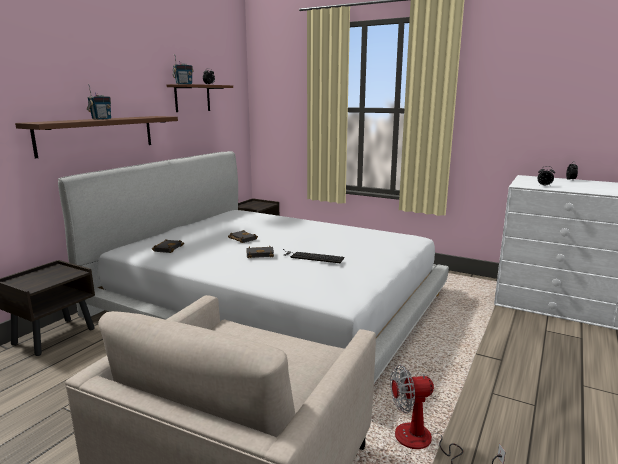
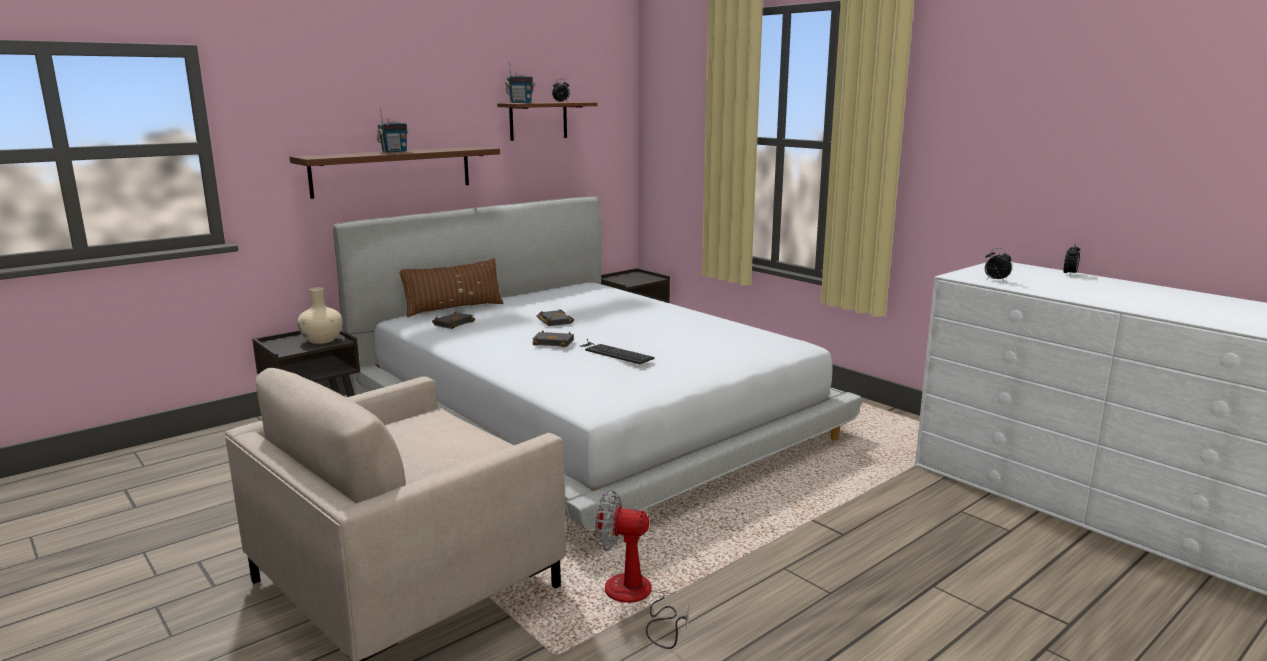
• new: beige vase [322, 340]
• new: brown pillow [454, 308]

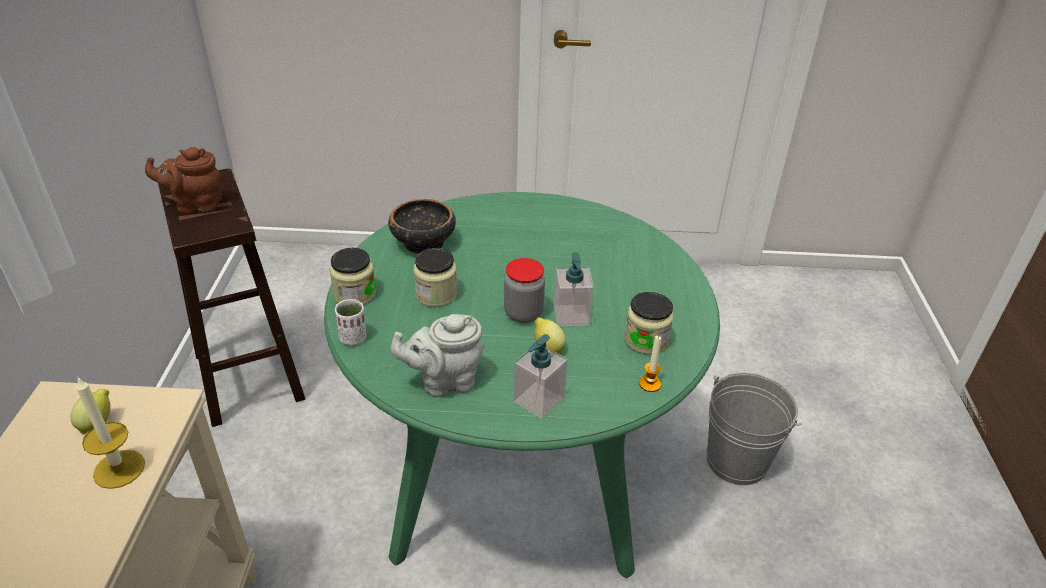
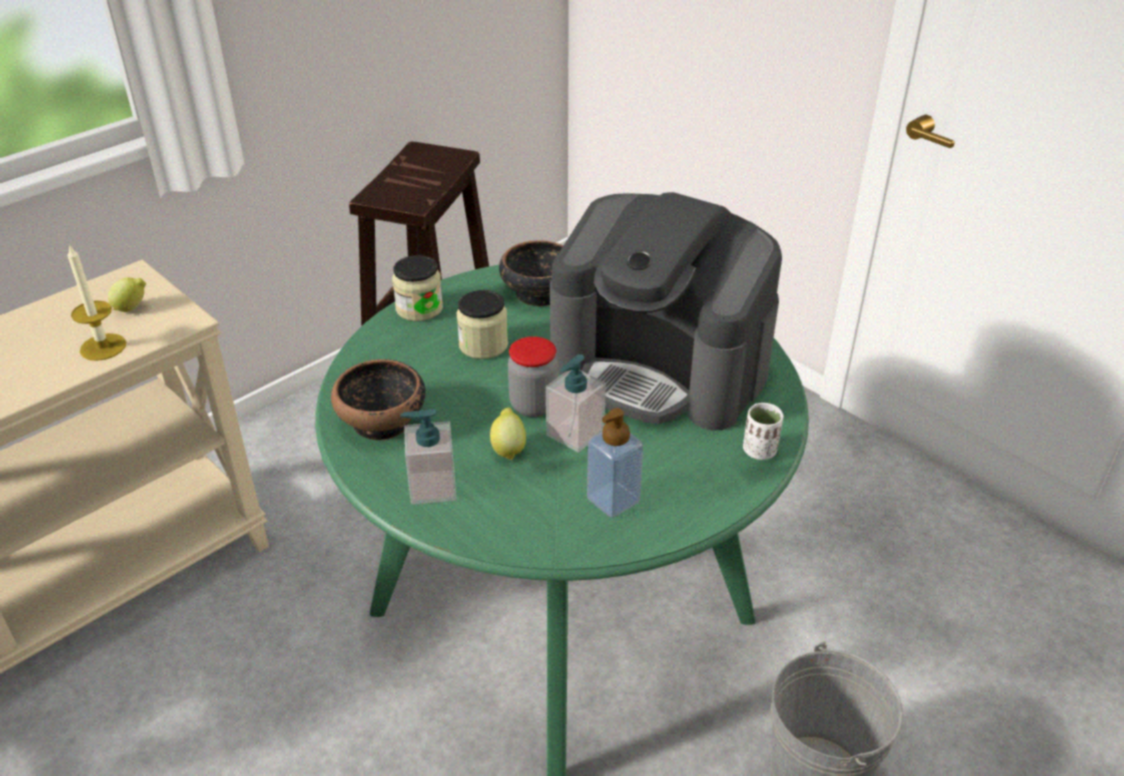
• gone: brown teapot [196, 205]
• gone: candle [650, 384]
• new: coffee machine [661, 367]
• shifted: white cup [353, 338] to [759, 451]
• swapped: grey teapot [444, 381] to bowl [383, 422]
• swapped: jar [646, 340] to soap dispenser [613, 500]

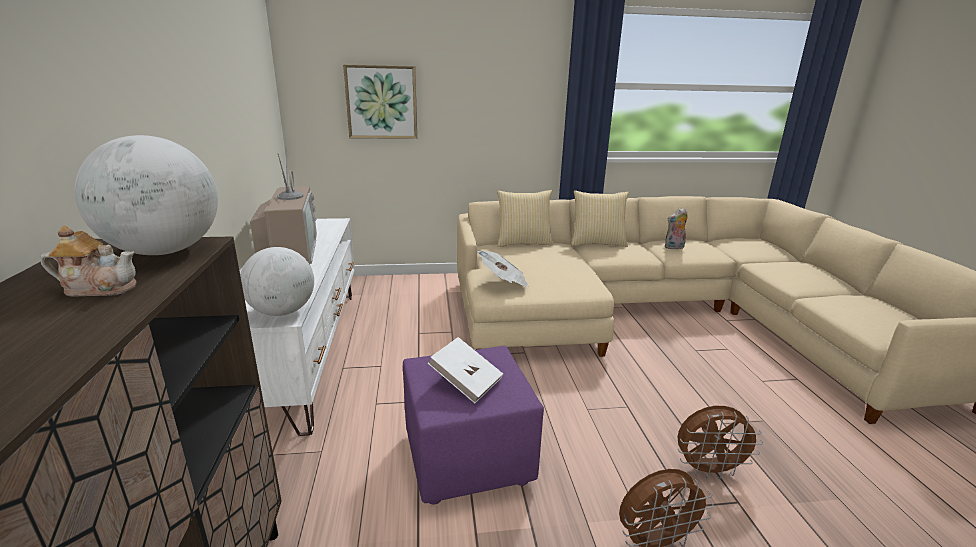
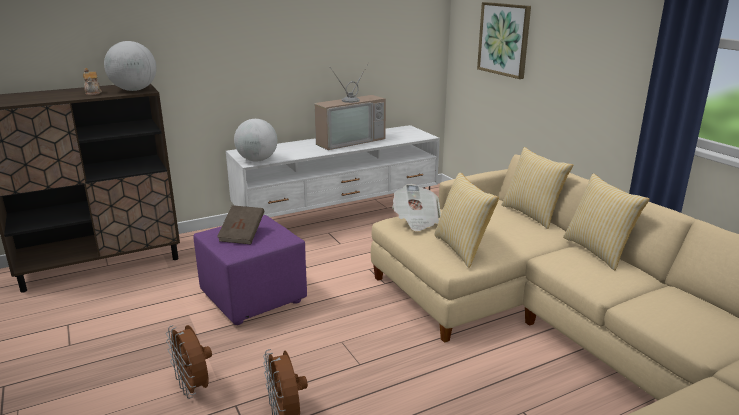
• gone: plush toy [674, 247]
• new: pillow [462, 249]
• repainted: white book [466, 382] to brown book [242, 235]

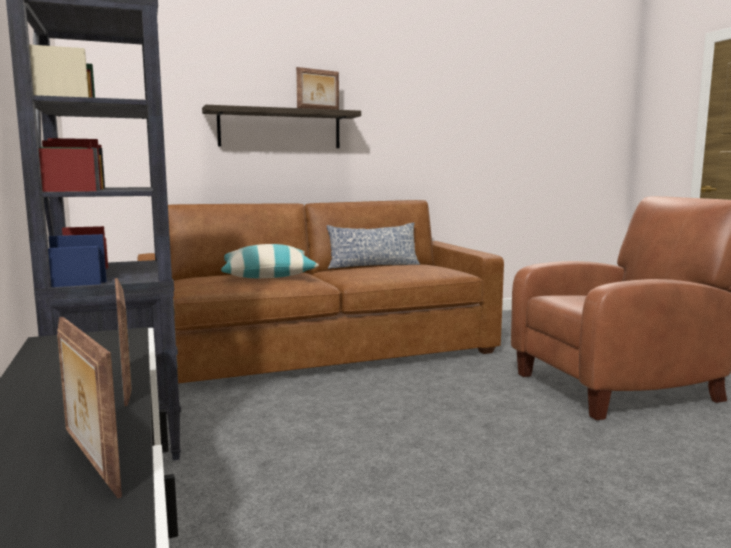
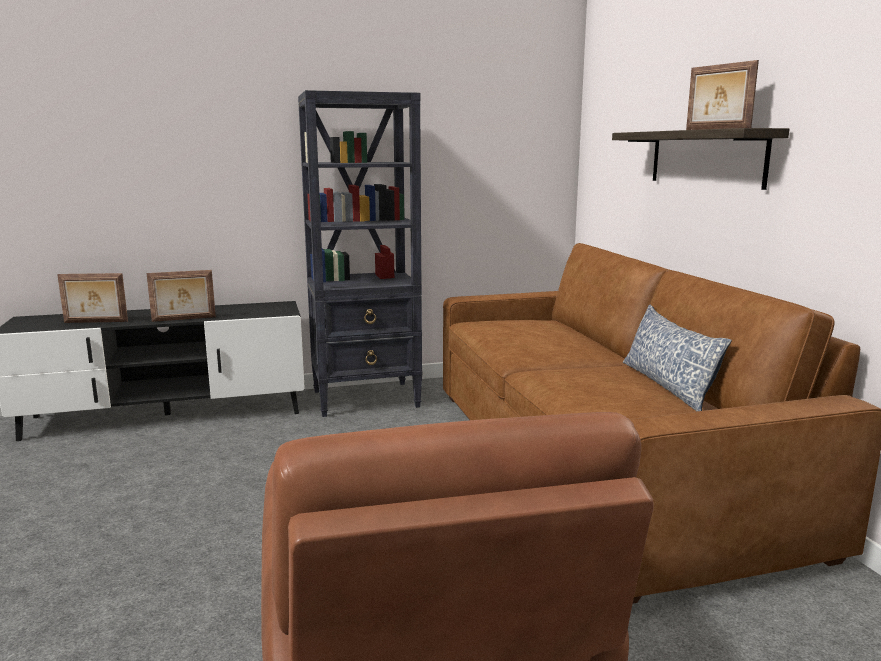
• gone: pillow [267, 275]
• rotated: picture frame [89, 463] = [95, 322] 150 degrees counterclockwise

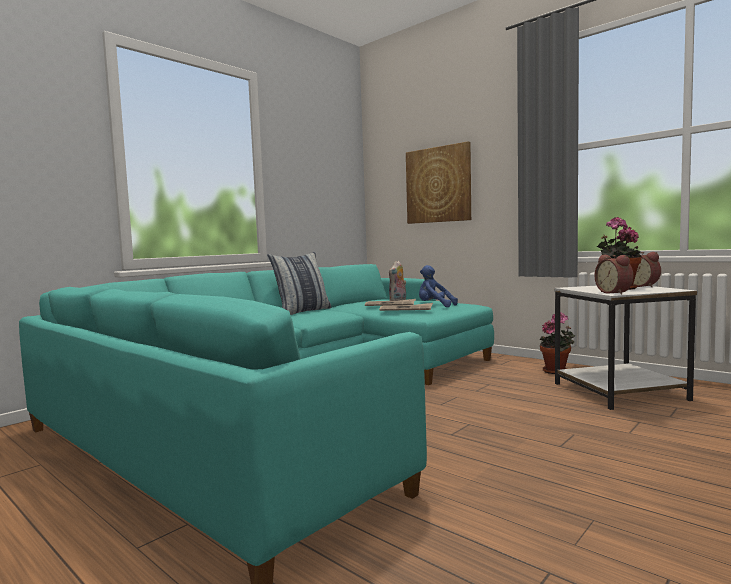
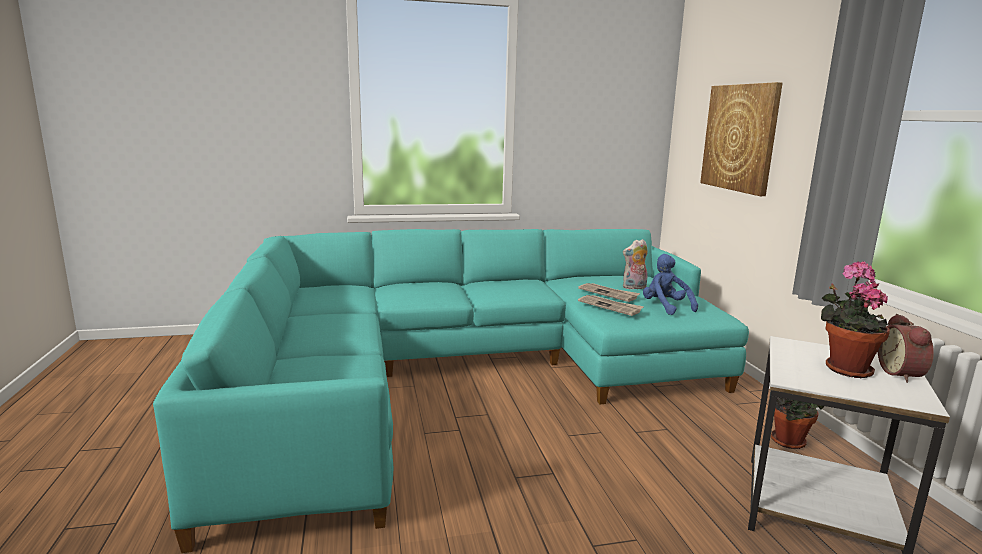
• gone: pillow [302, 311]
• gone: alarm clock [615, 293]

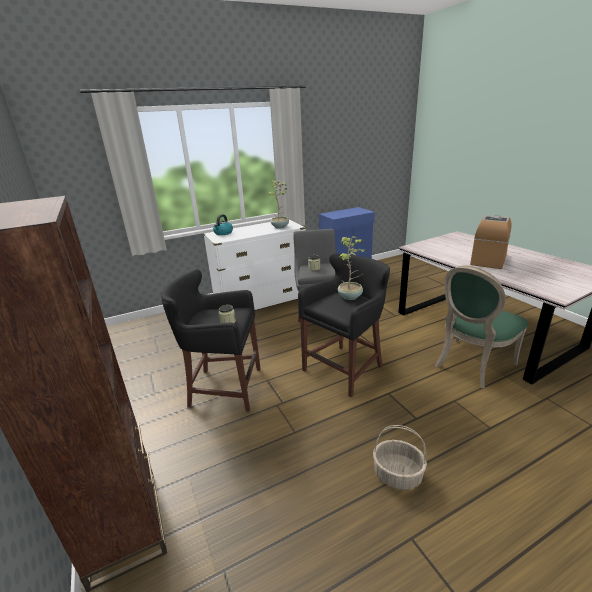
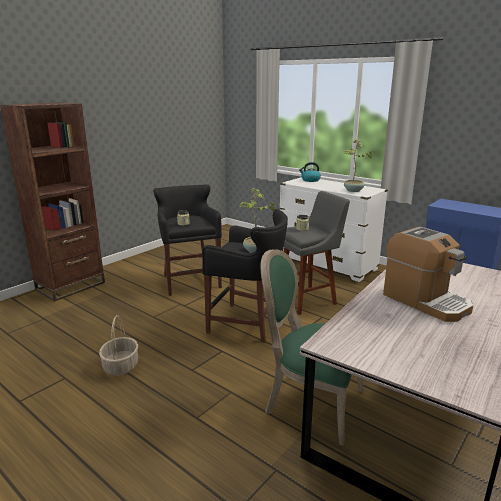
• rotated: coffee machine [488, 259] = [425, 301] 45 degrees clockwise

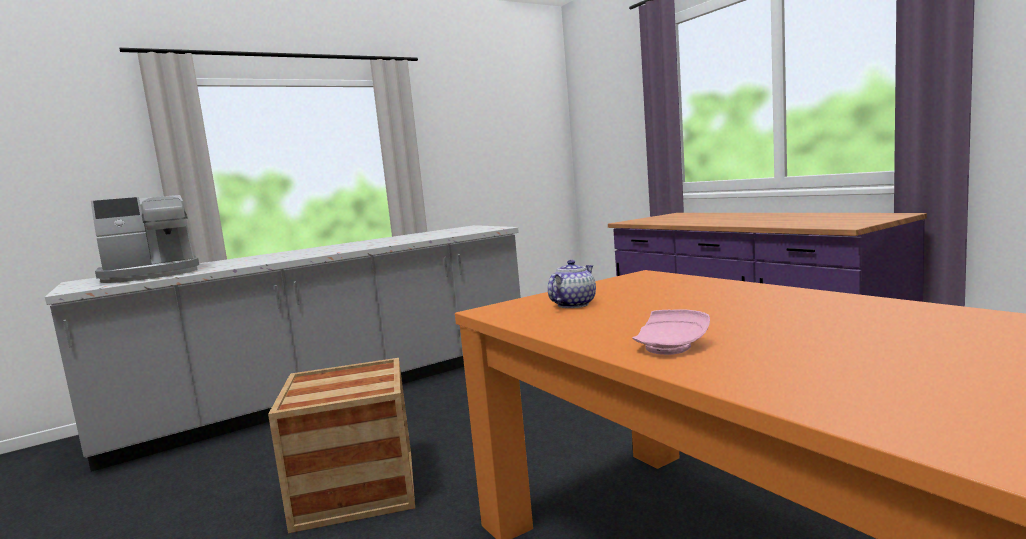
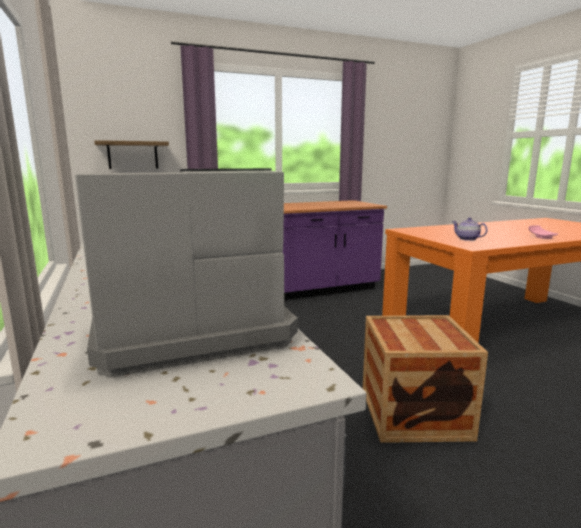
• new: shelf [133, 155]
• rotated: coffee machine [152, 274] = [188, 331] 90 degrees counterclockwise

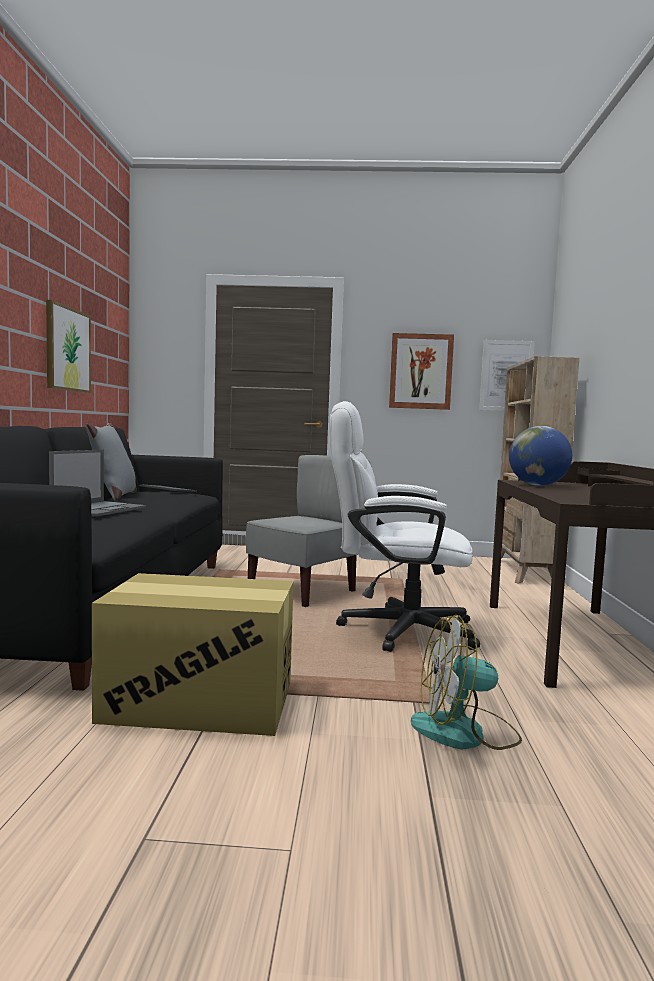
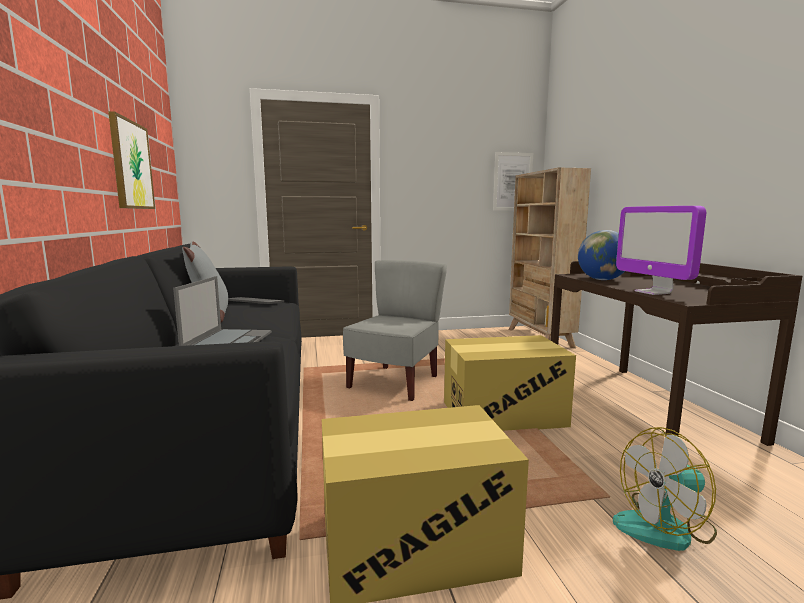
• gone: picture [420, 371]
• new: monitor [653, 292]
• swapped: white office chair [394, 629] to cardboard box [503, 414]

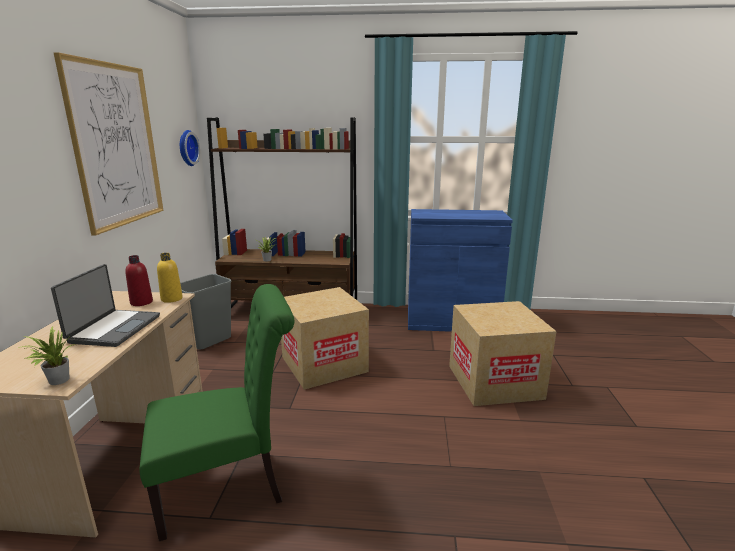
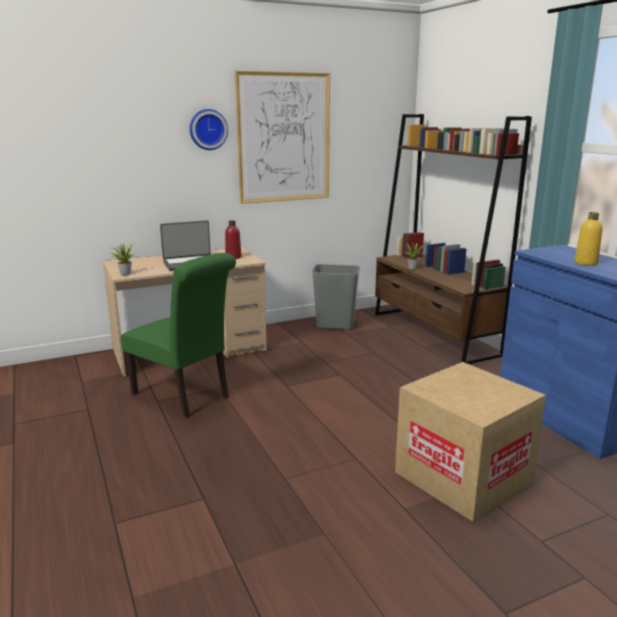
• gone: cardboard box [324, 364]
• shifted: yellow bottle [171, 299] to [586, 263]
• shifted: wall clock [186, 148] to [208, 129]

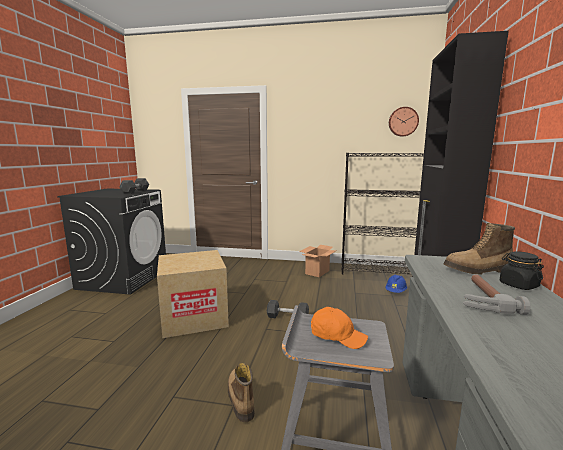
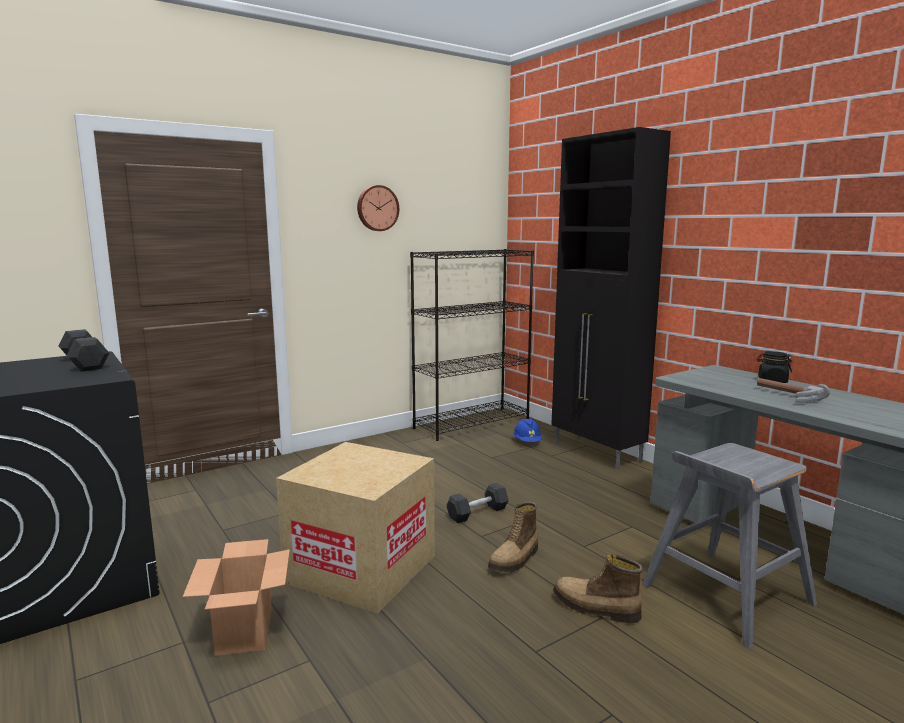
• gone: orange cap [337, 336]
• shifted: cardboard box [317, 272] to [245, 632]
• shifted: wall clock [403, 121] to [377, 208]
• shifted: boot [478, 270] to [515, 560]

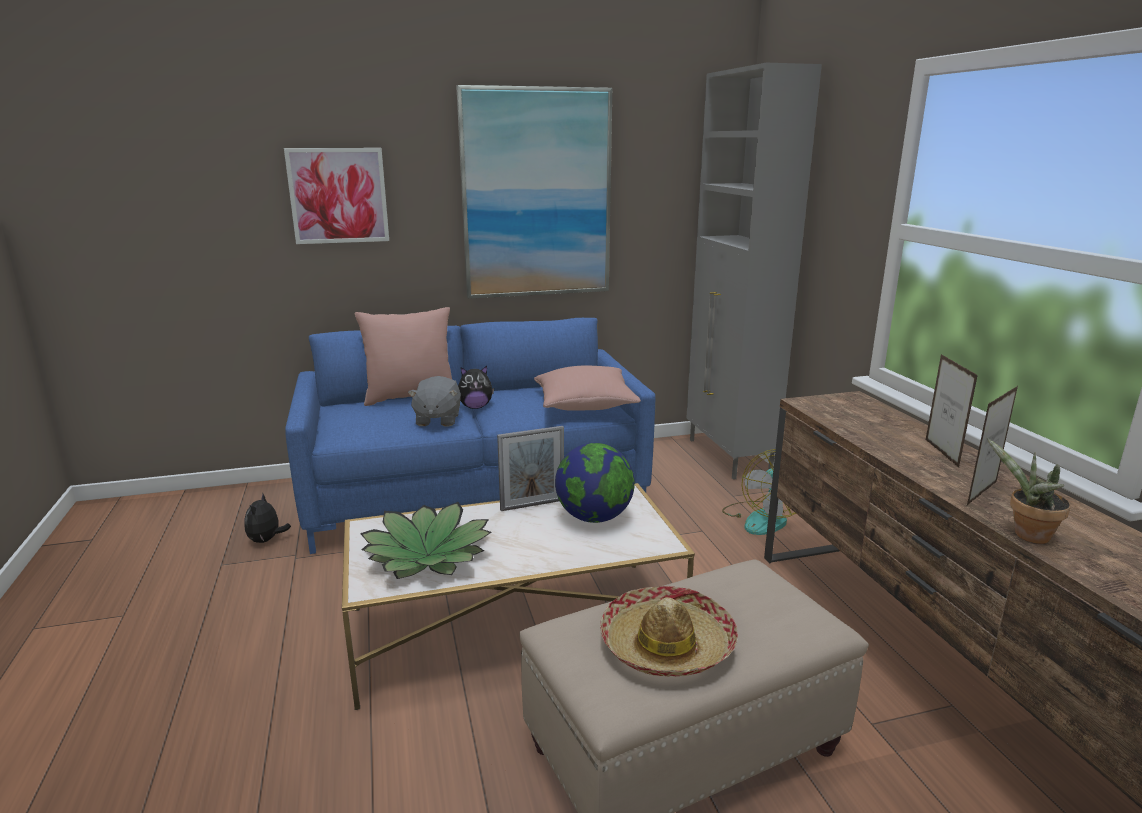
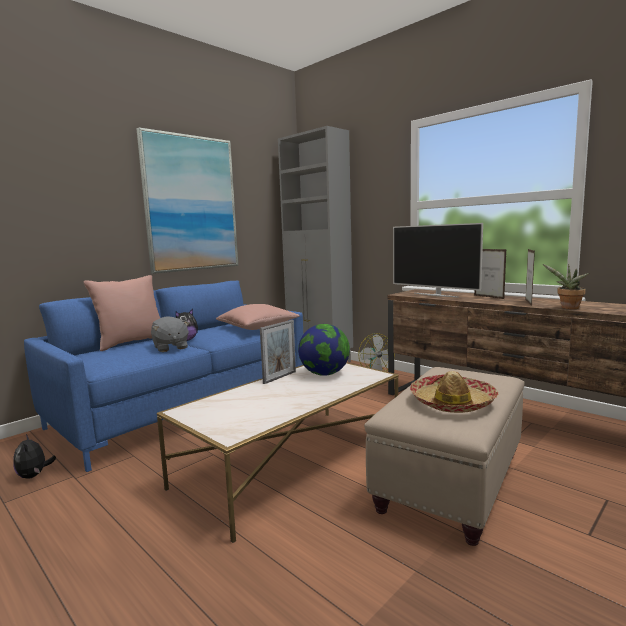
• gone: picture [338, 196]
• gone: potted plant [427, 555]
• new: television [435, 295]

